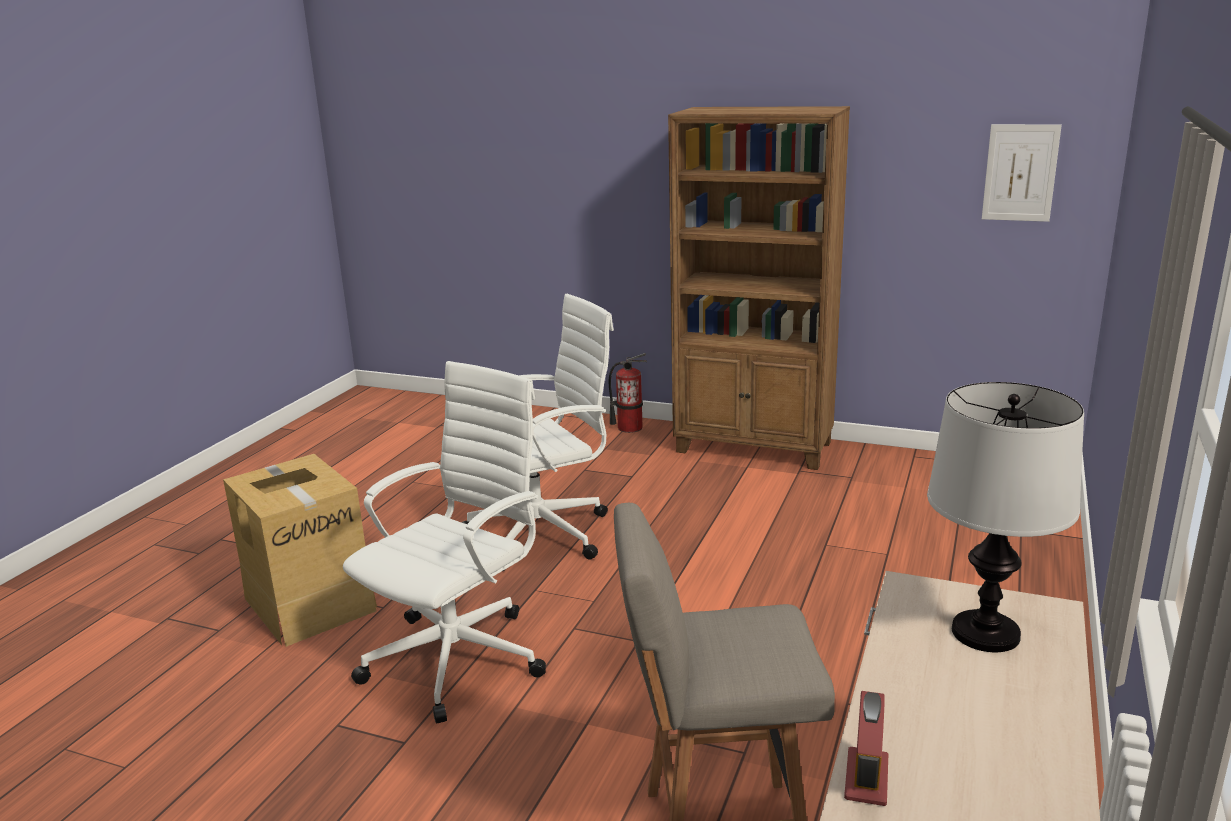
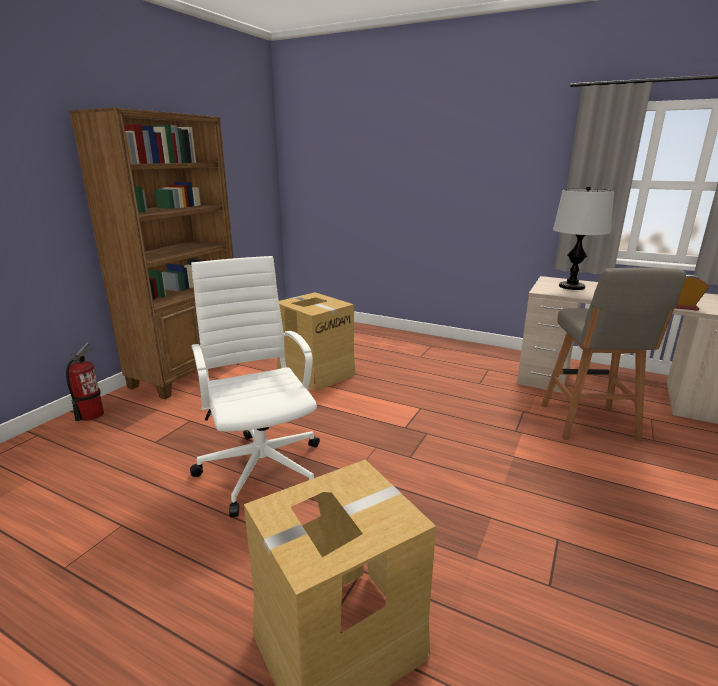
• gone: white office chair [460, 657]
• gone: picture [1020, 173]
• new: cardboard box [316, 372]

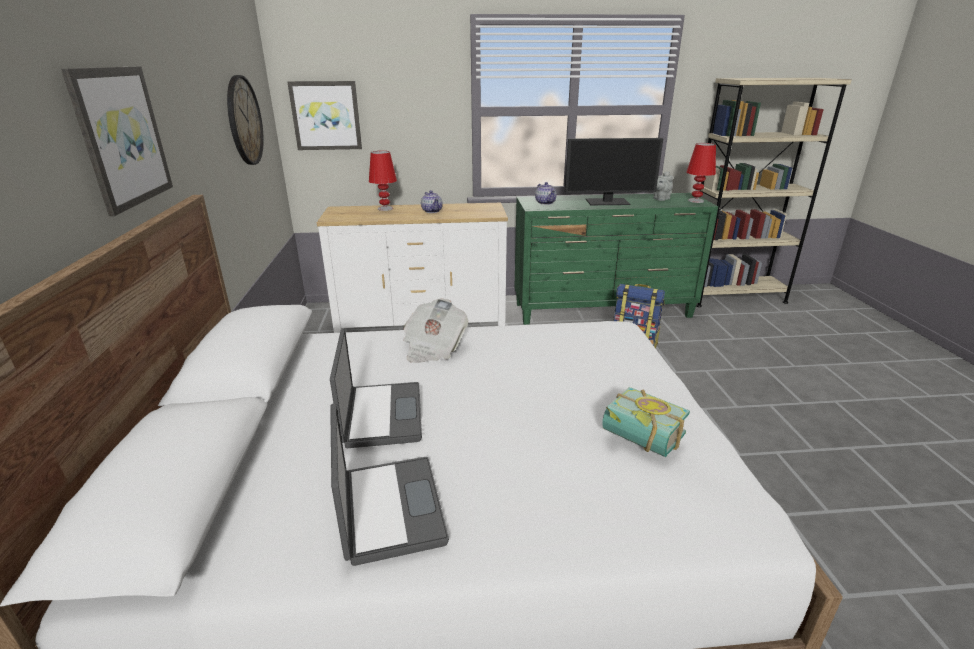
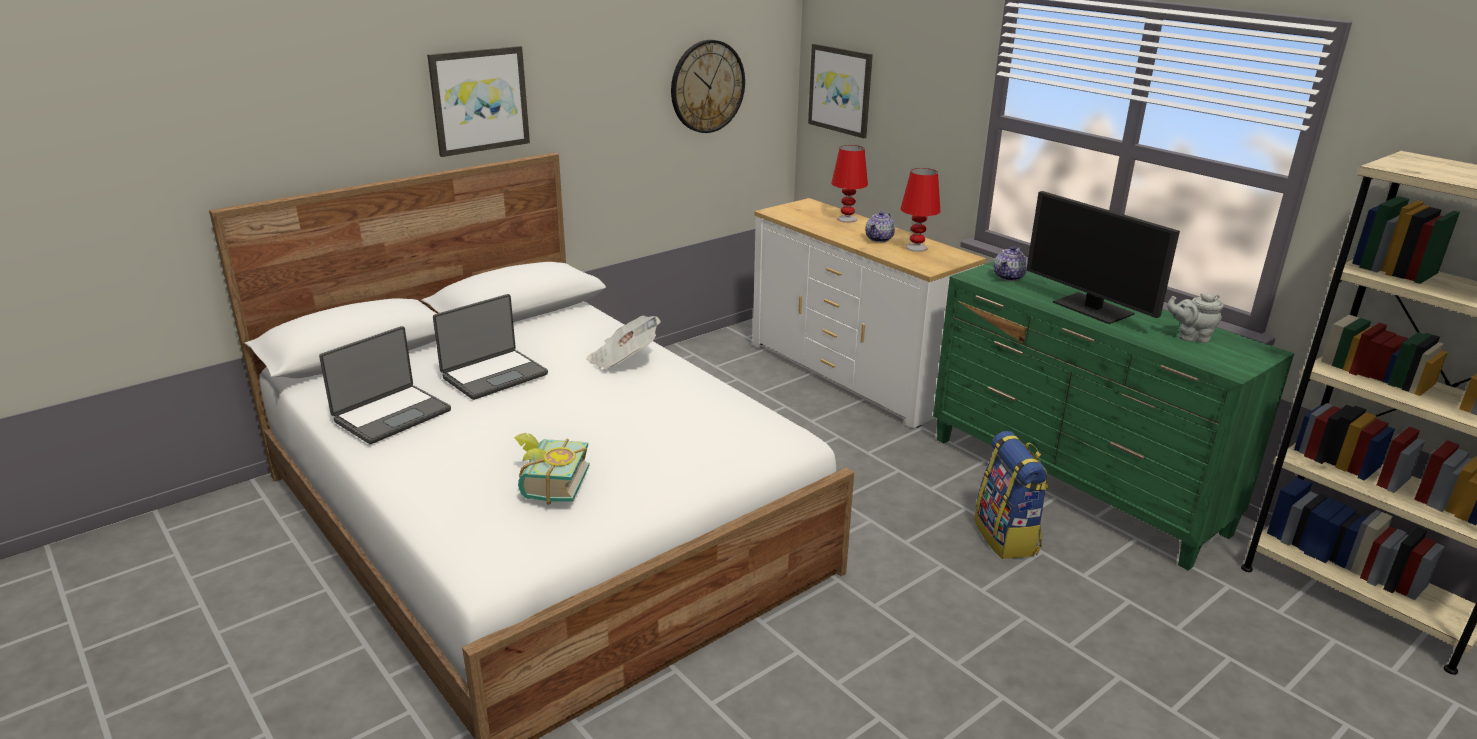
• shifted: red table lamp [695, 201] to [916, 248]

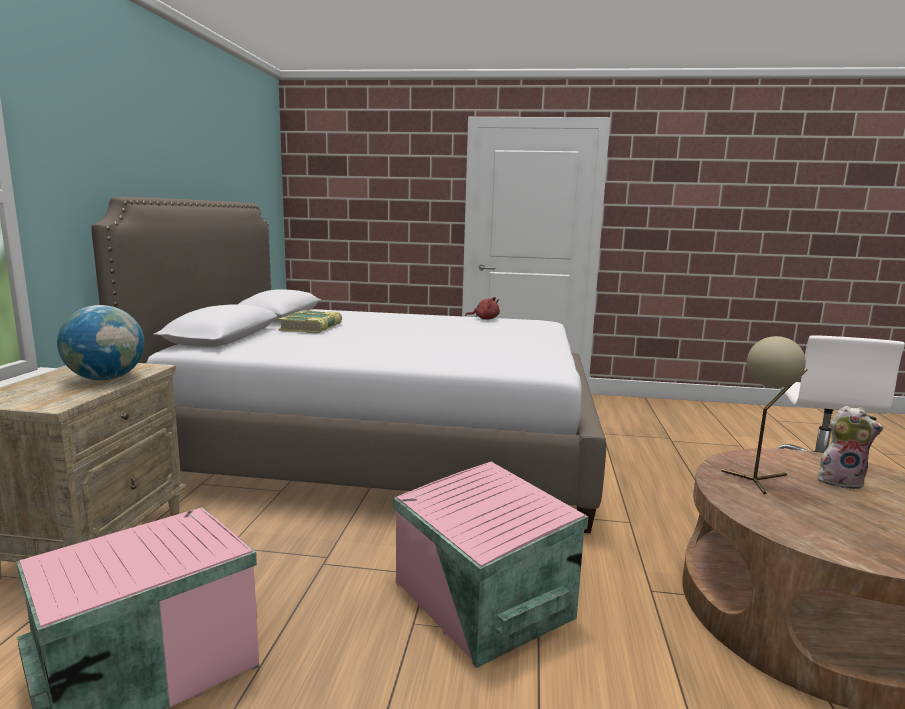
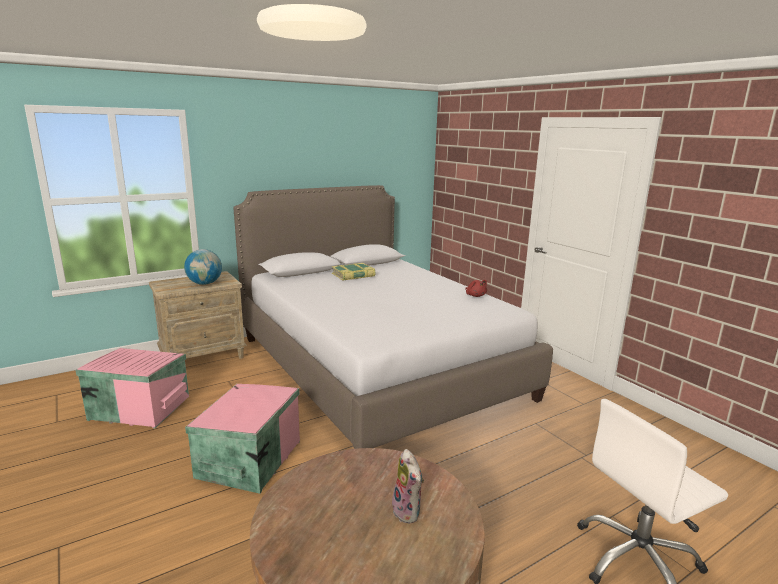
• gone: beige table lamp [758, 479]

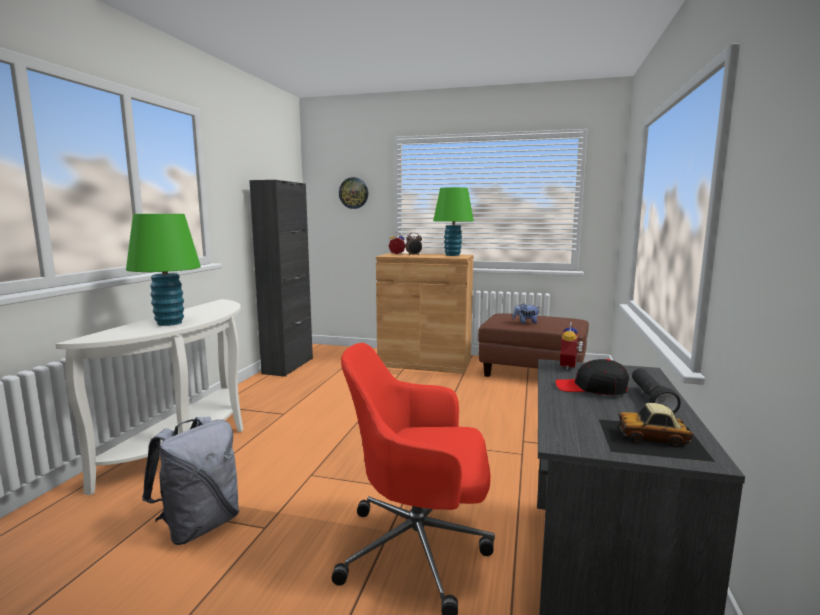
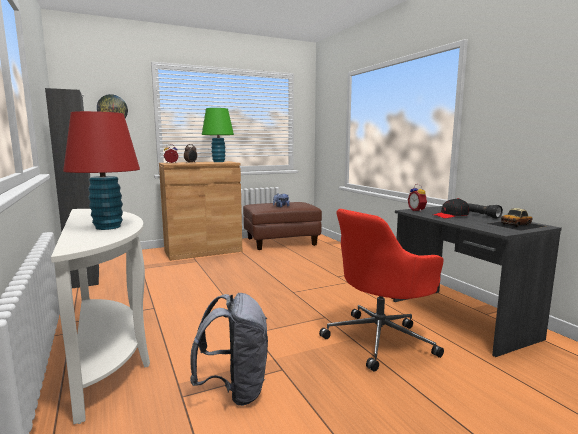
• repainted: green table lamp [169, 323] to red table lamp [108, 227]

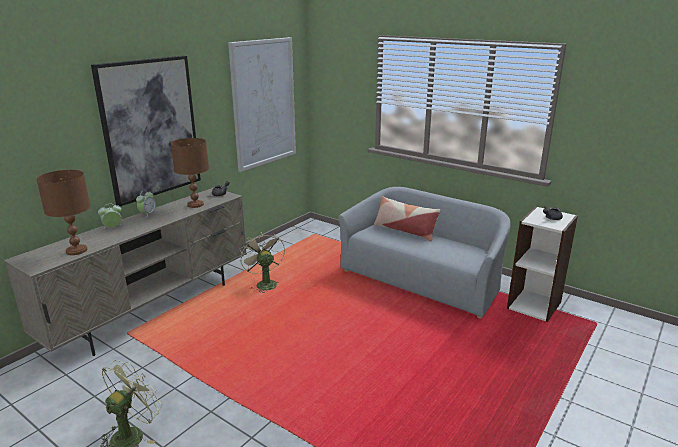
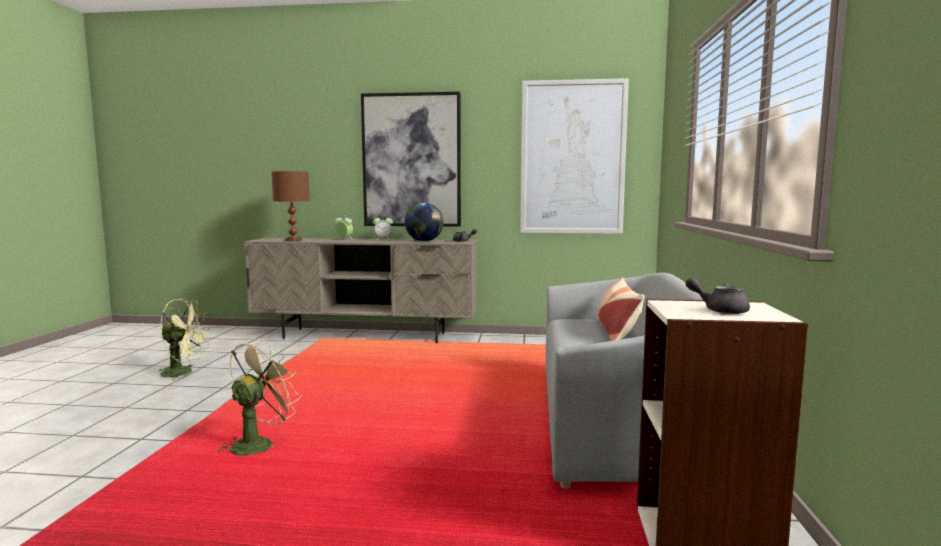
• shifted: beige fan [264, 283] to [258, 443]
• swapped: brown table lamp [195, 204] to globe [424, 241]

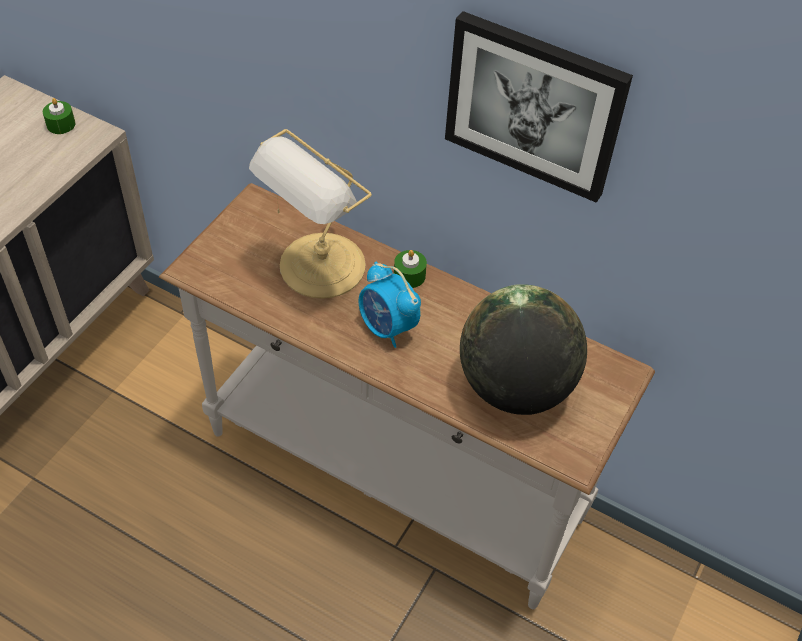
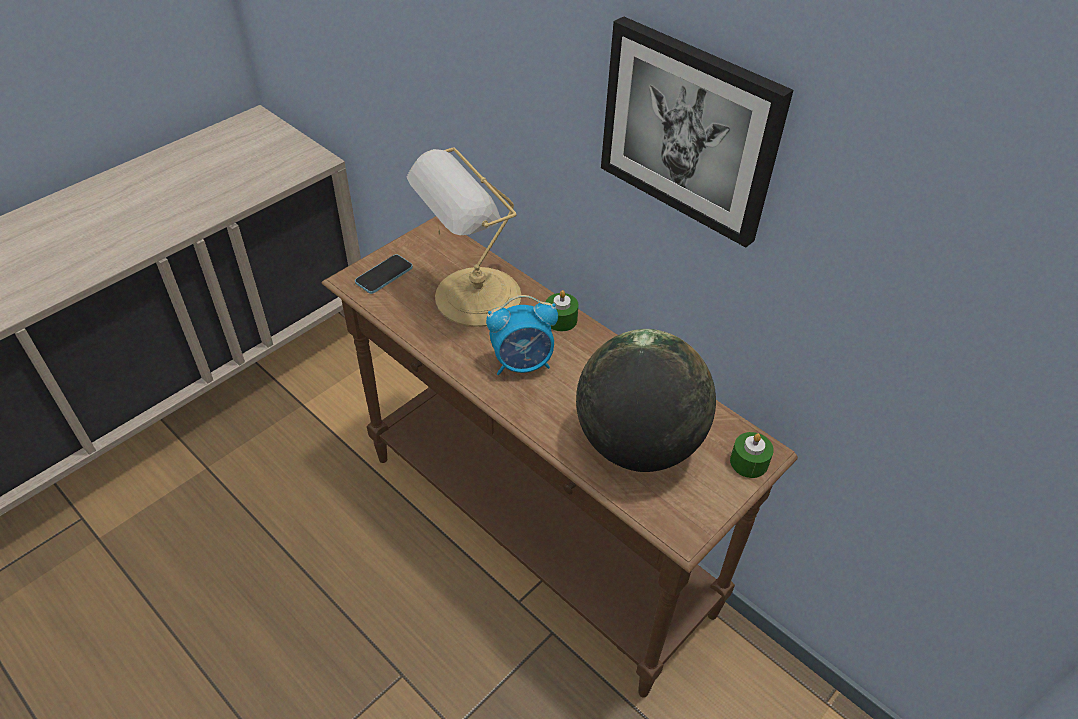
• new: phone [384, 275]
• shifted: green candle [61, 124] to [749, 462]
• repainted: white console table [392, 479] to brown console table [533, 535]
• rotated: alarm clock [387, 327] = [522, 363] 75 degrees counterclockwise

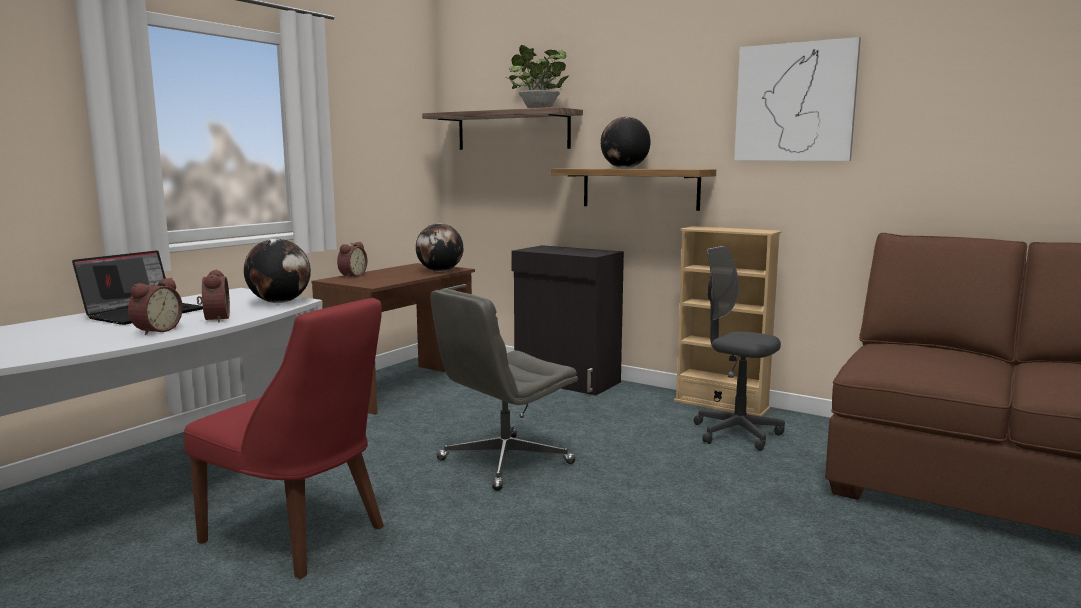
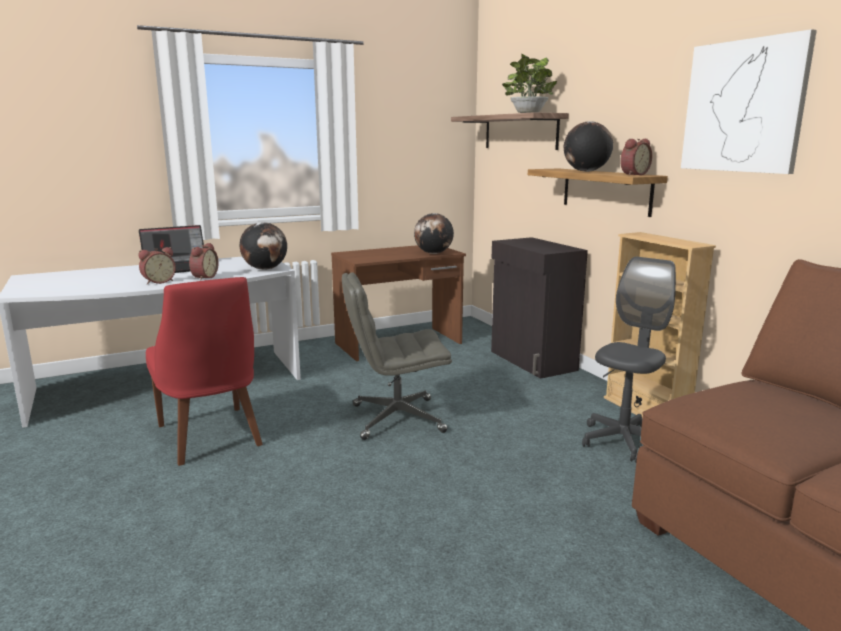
• shifted: alarm clock [351, 276] to [633, 174]
• rotated: grey office chair [736, 433] = [623, 441] 60 degrees clockwise

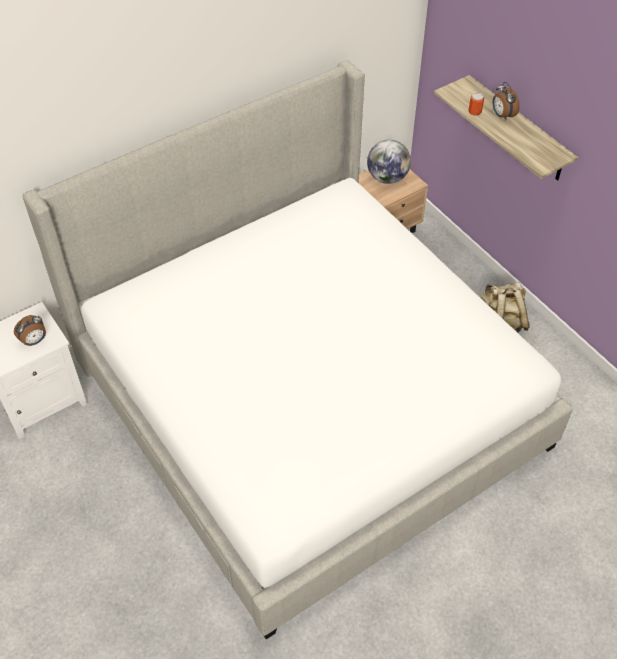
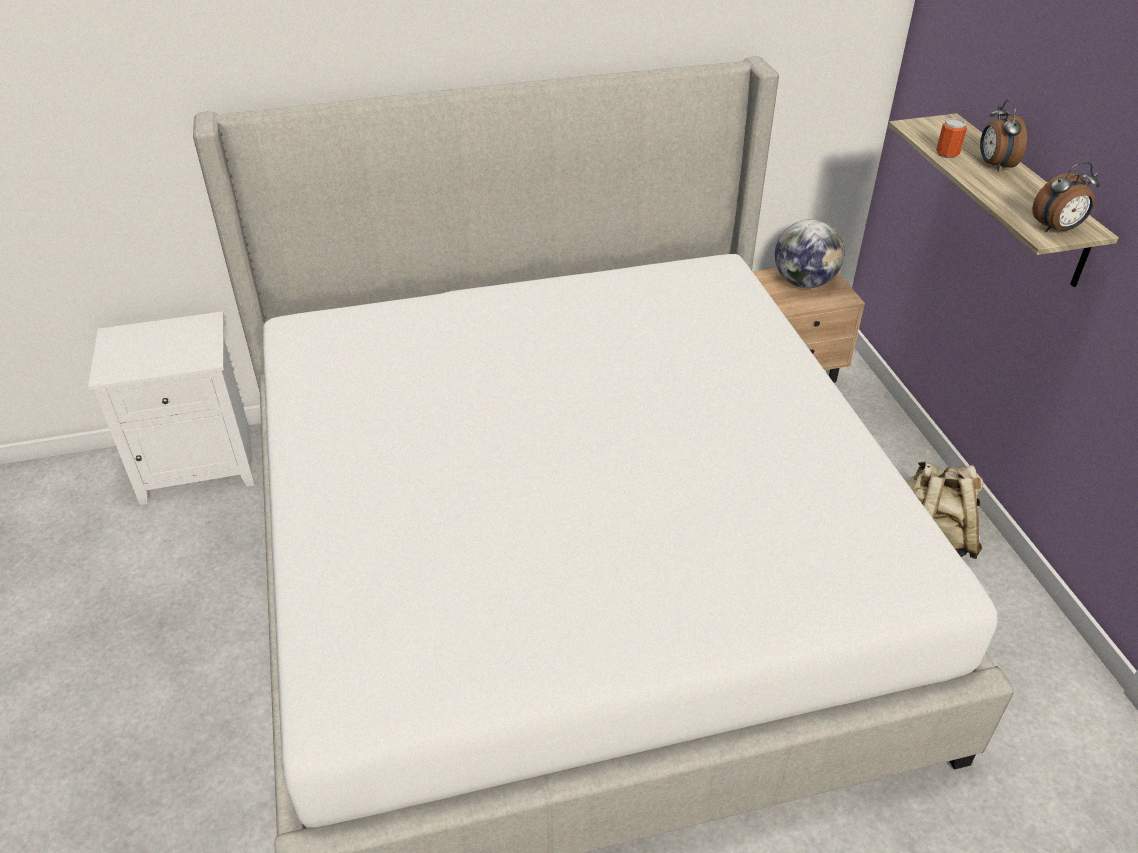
• shifted: alarm clock [34, 341] to [1057, 229]

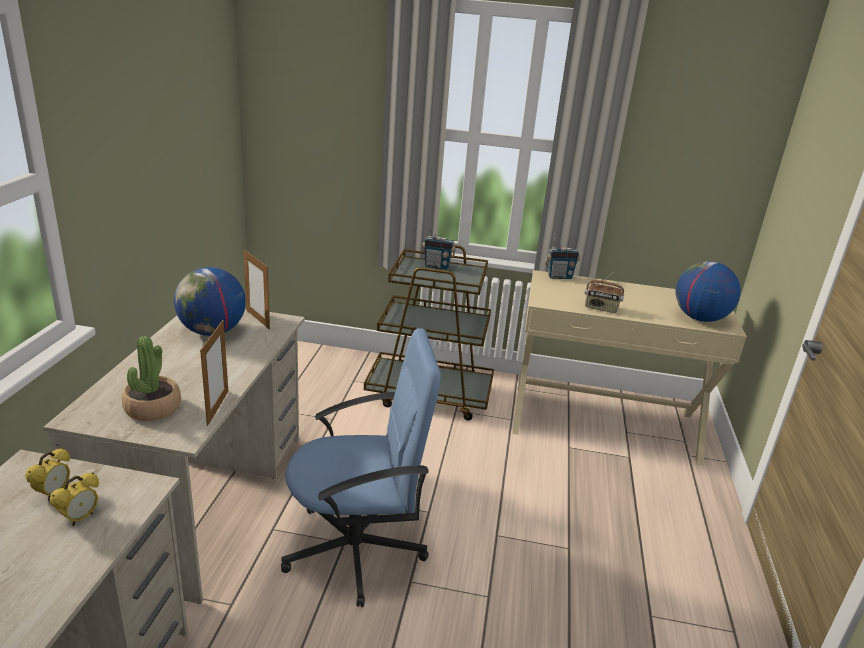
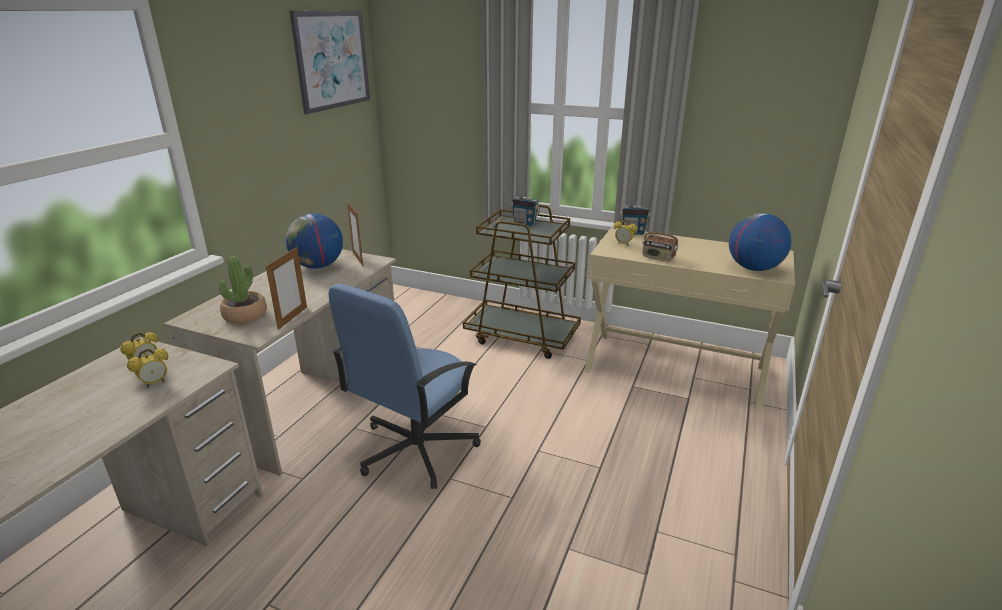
• new: picture [332, 60]
• new: alarm clock [623, 244]
• rotated: blue office chair [357, 549] = [415, 449] 120 degrees clockwise

